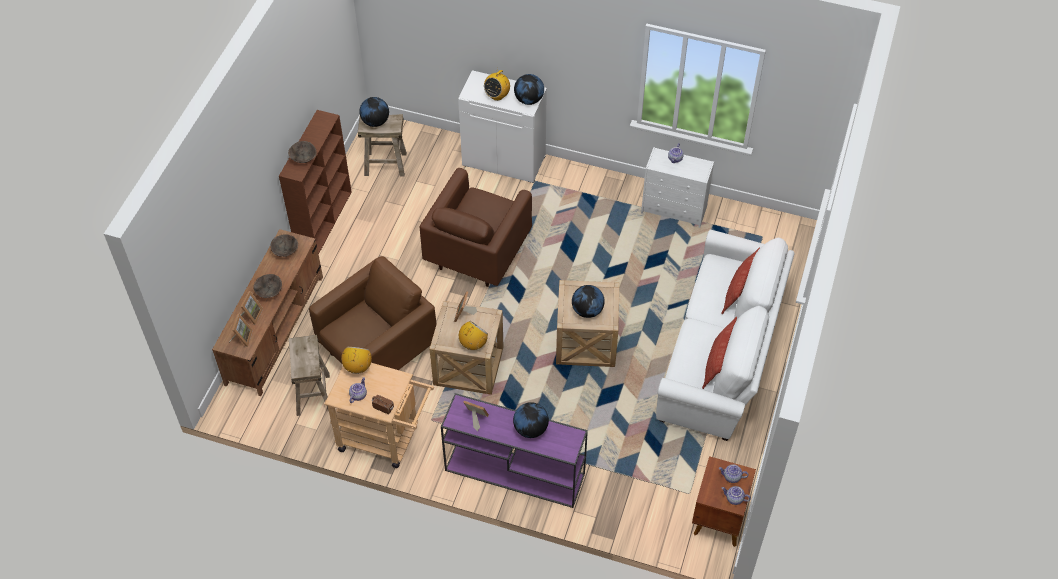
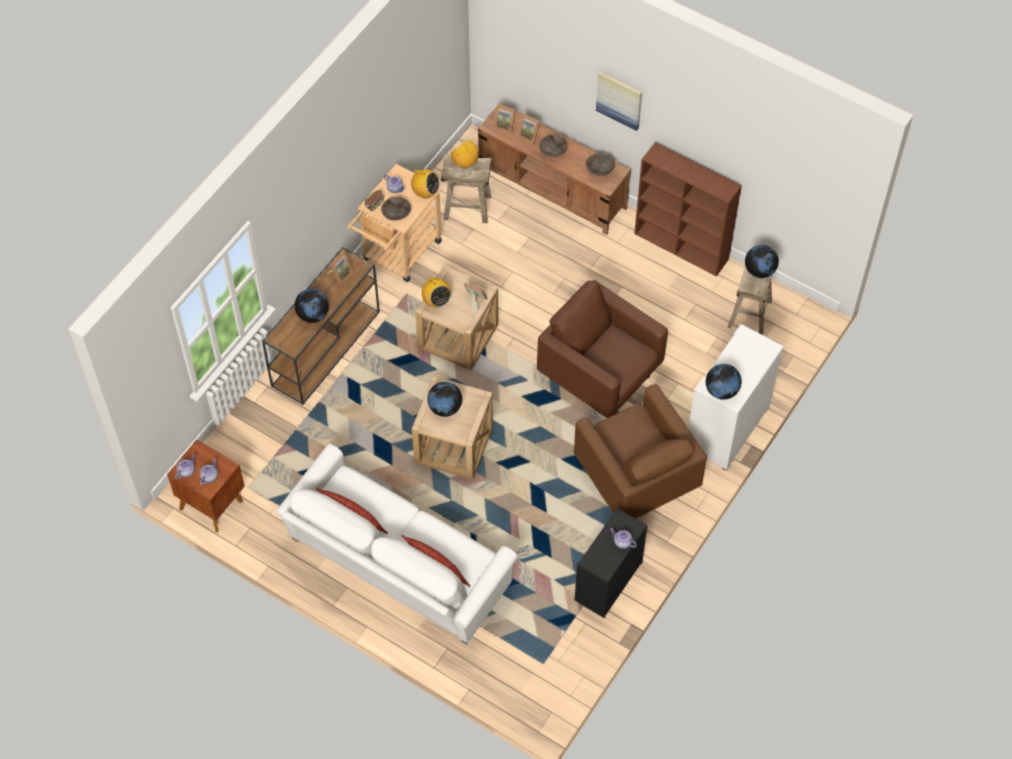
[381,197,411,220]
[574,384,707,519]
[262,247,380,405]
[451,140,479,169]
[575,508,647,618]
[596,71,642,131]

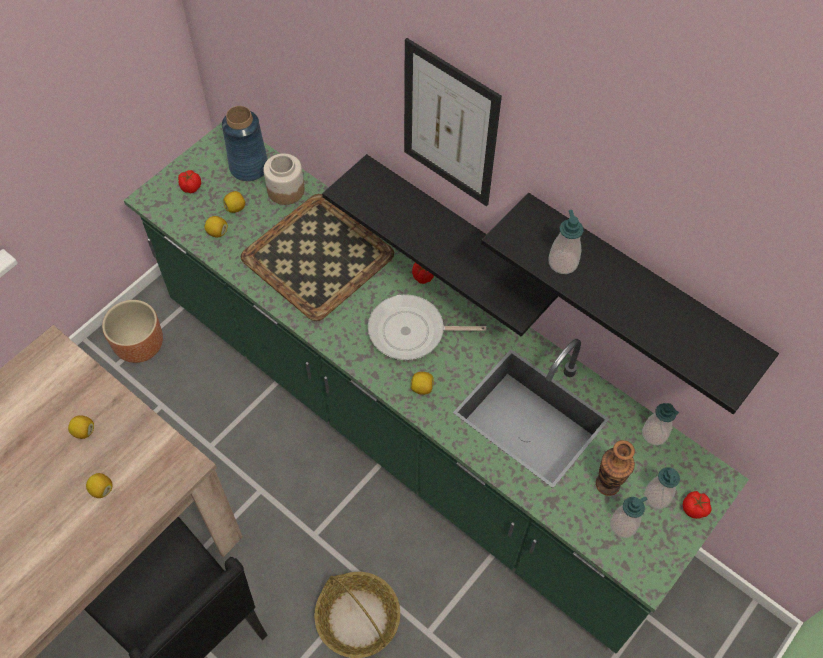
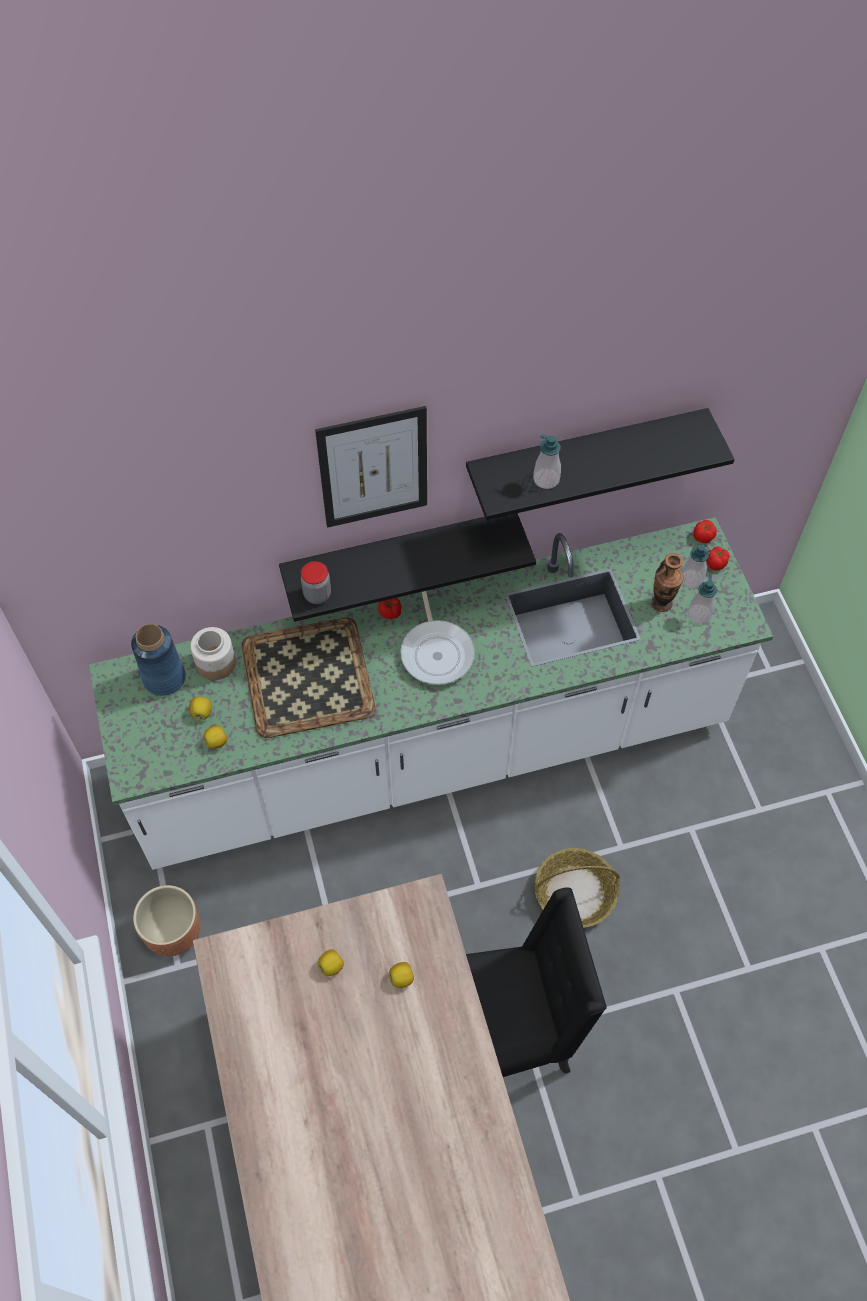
[89,517,774,870]
[693,520,717,543]
[400,591,475,685]
[411,372,434,395] (first image)
[642,403,679,446] (first image)
[301,561,331,604]

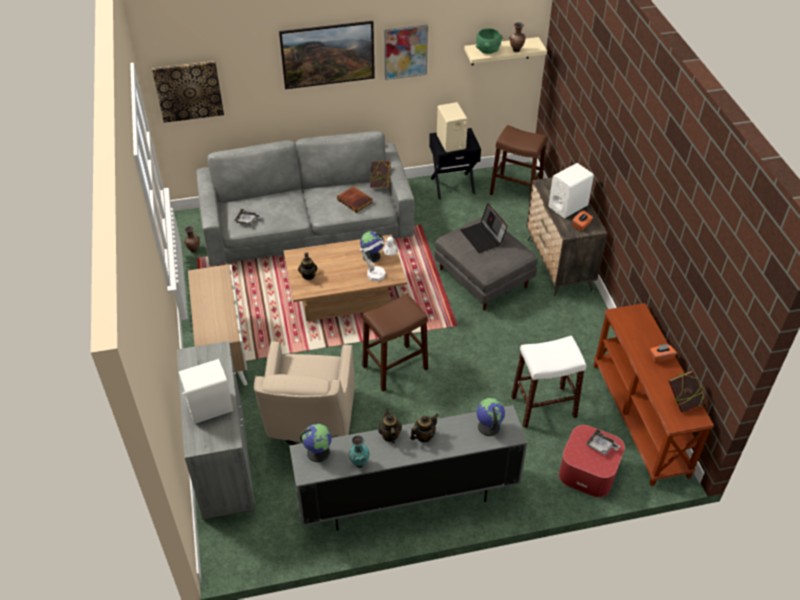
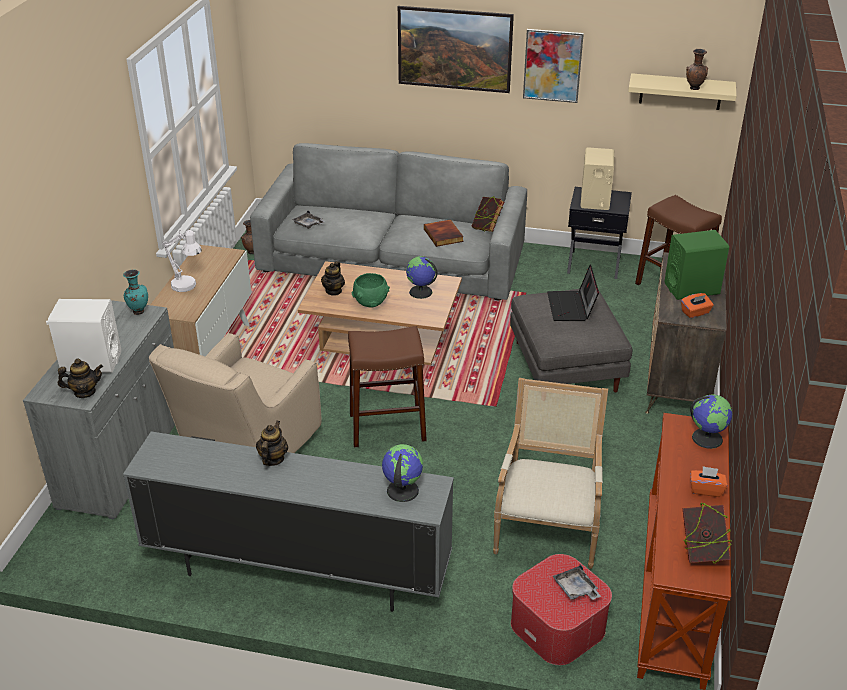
[152,61,224,123] (first image)
[690,394,732,449]
[123,270,148,315]
[162,230,202,292]
[58,358,103,398]
[352,273,390,308]
[493,378,608,569]
[665,230,729,300]

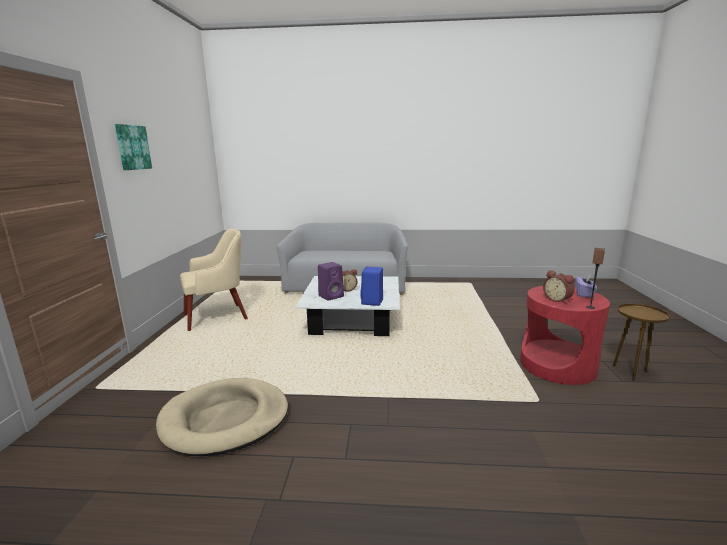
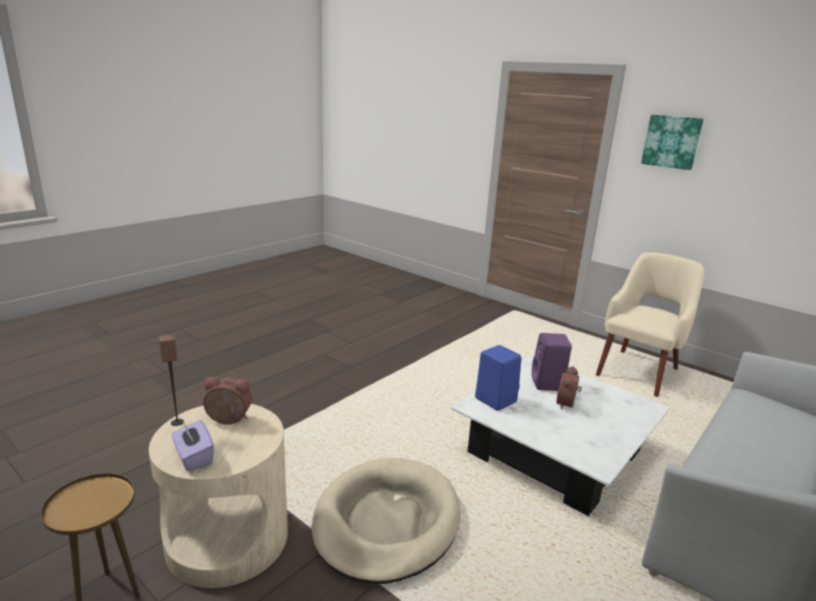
[311,458,461,584]
[596,252,704,397]
[149,404,288,588]

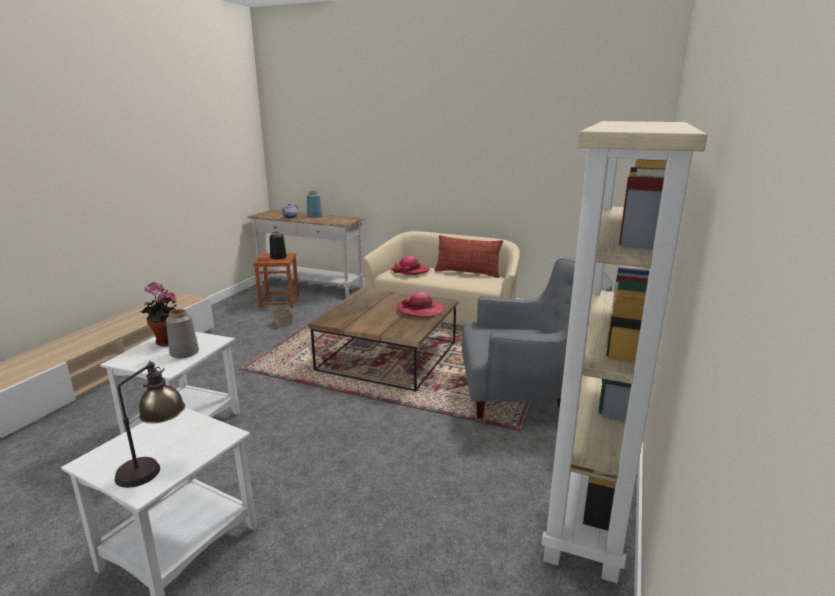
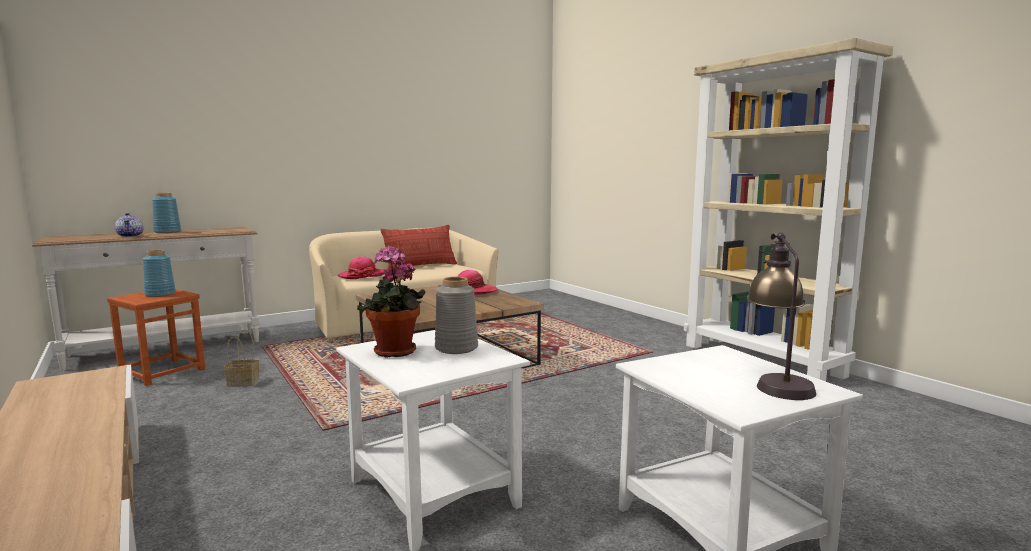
[143,250,176,297]
[462,258,613,418] (first image)

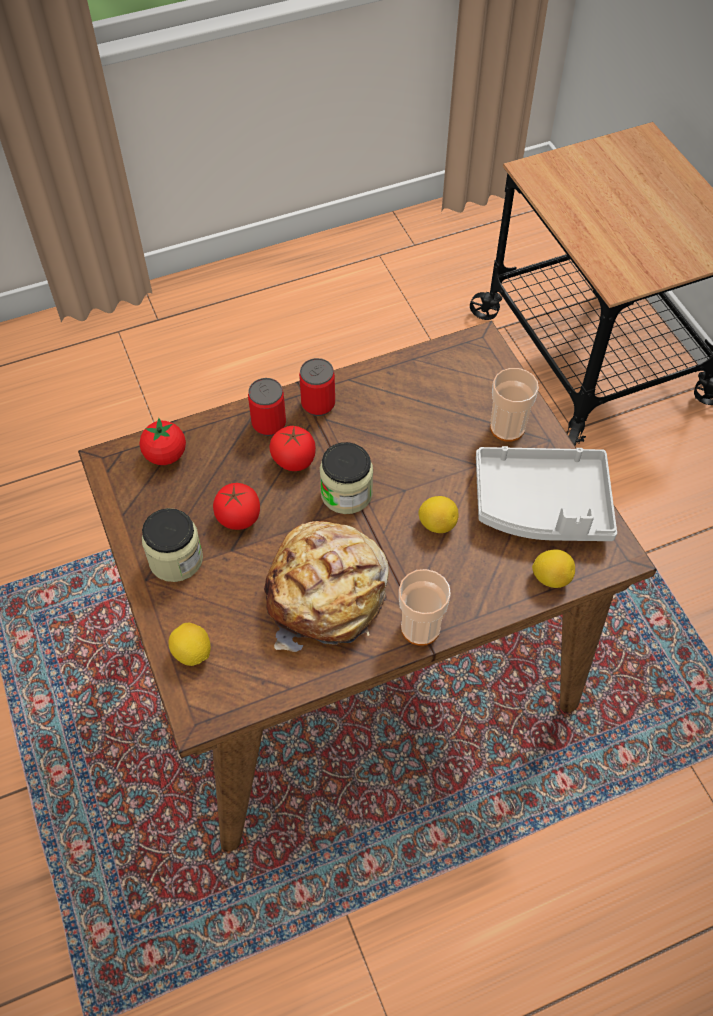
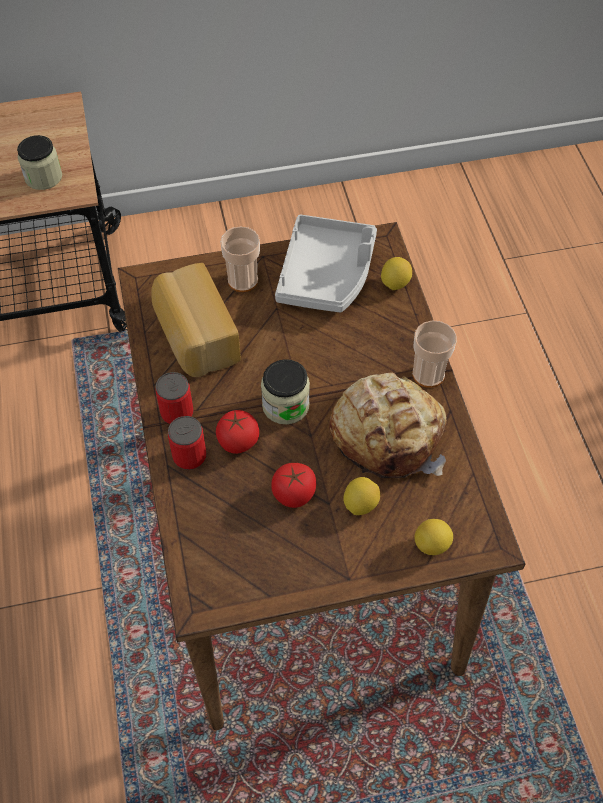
[139,418,186,465] (first image)
[17,135,62,190]
[343,477,380,515]
[151,263,241,377]

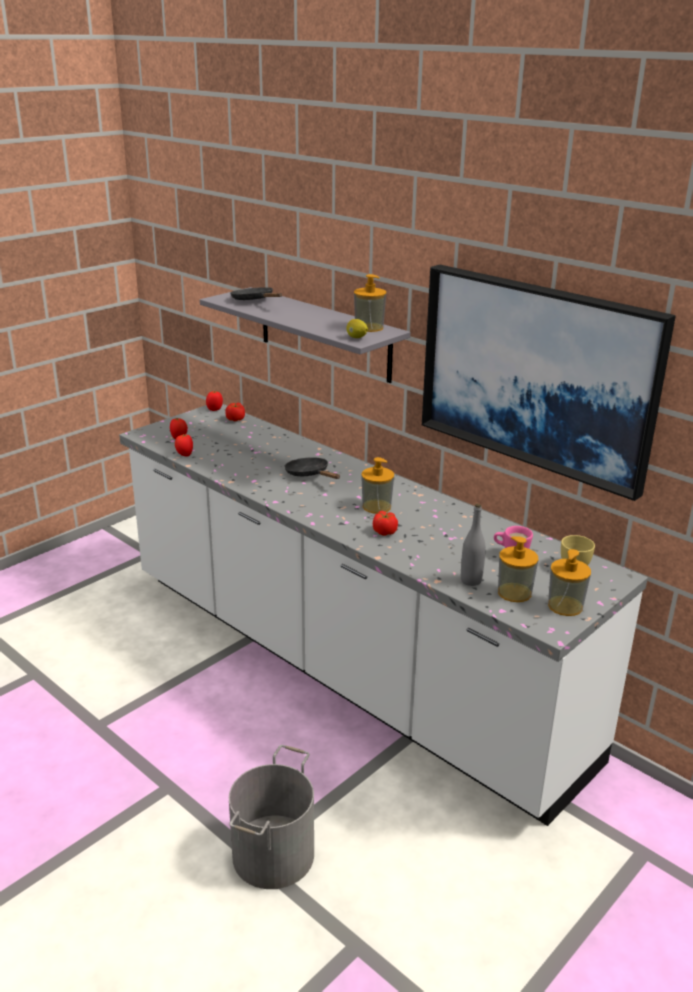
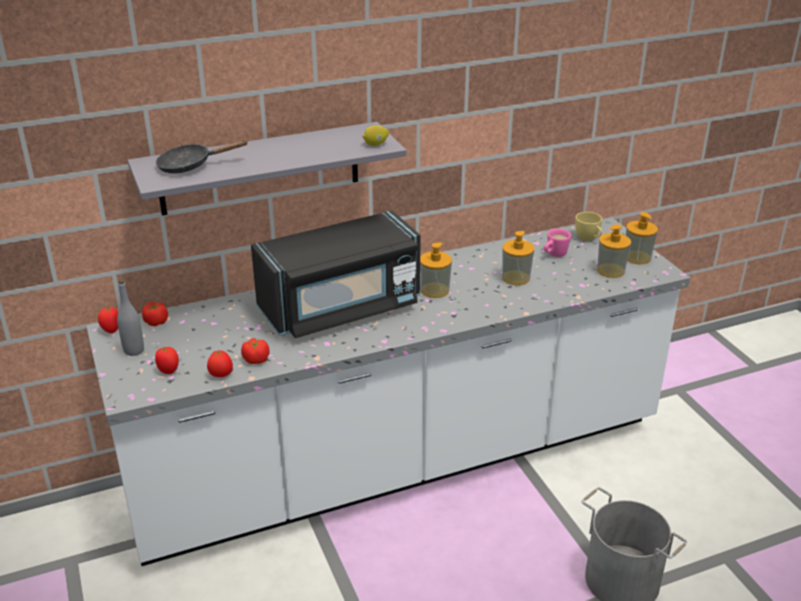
[251,210,421,338]
[502,231,534,285]
[241,338,269,364]
[422,265,676,501] (first image)
[117,280,144,356]

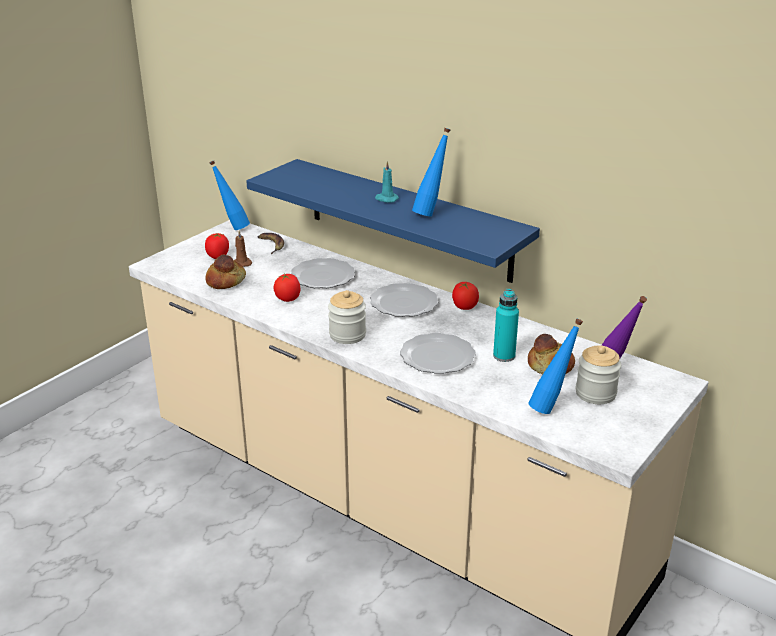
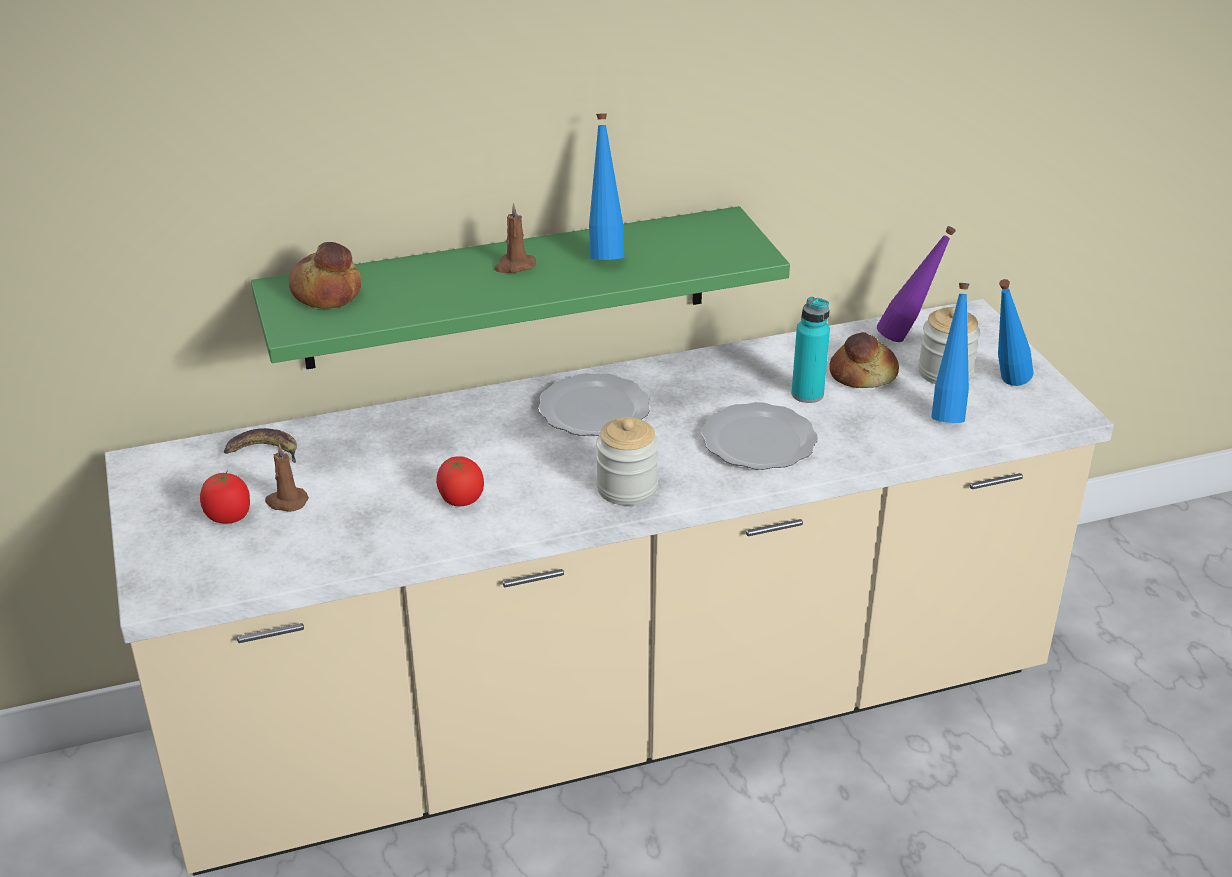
[289,242,362,309]
[998,279,1033,386]
[251,206,790,369]
[291,258,355,288] (first image)
[494,203,536,273]
[452,282,479,310] (first image)

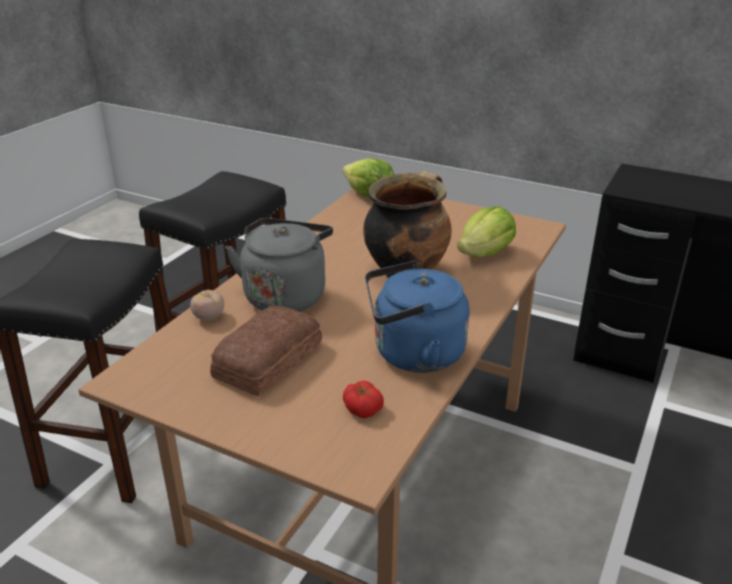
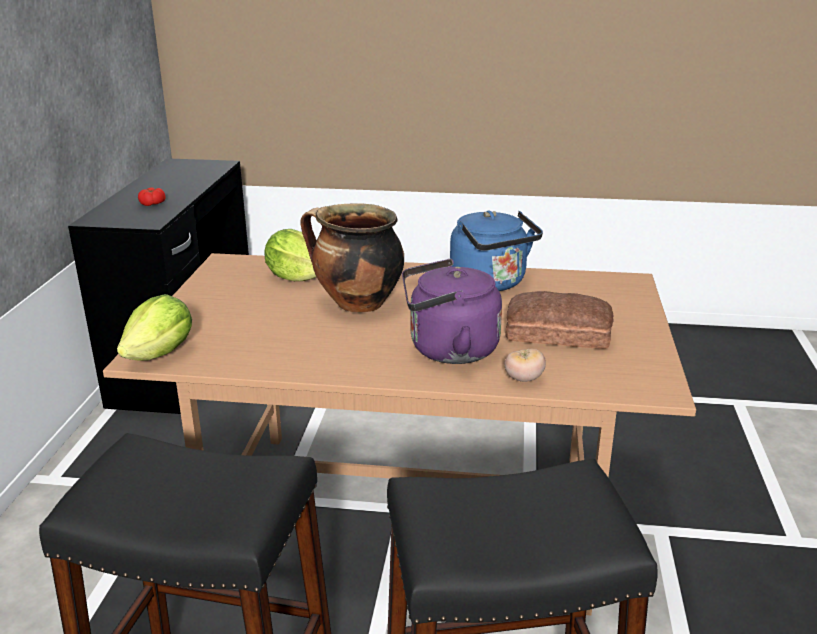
[402,259,502,364]
[138,188,165,206]

